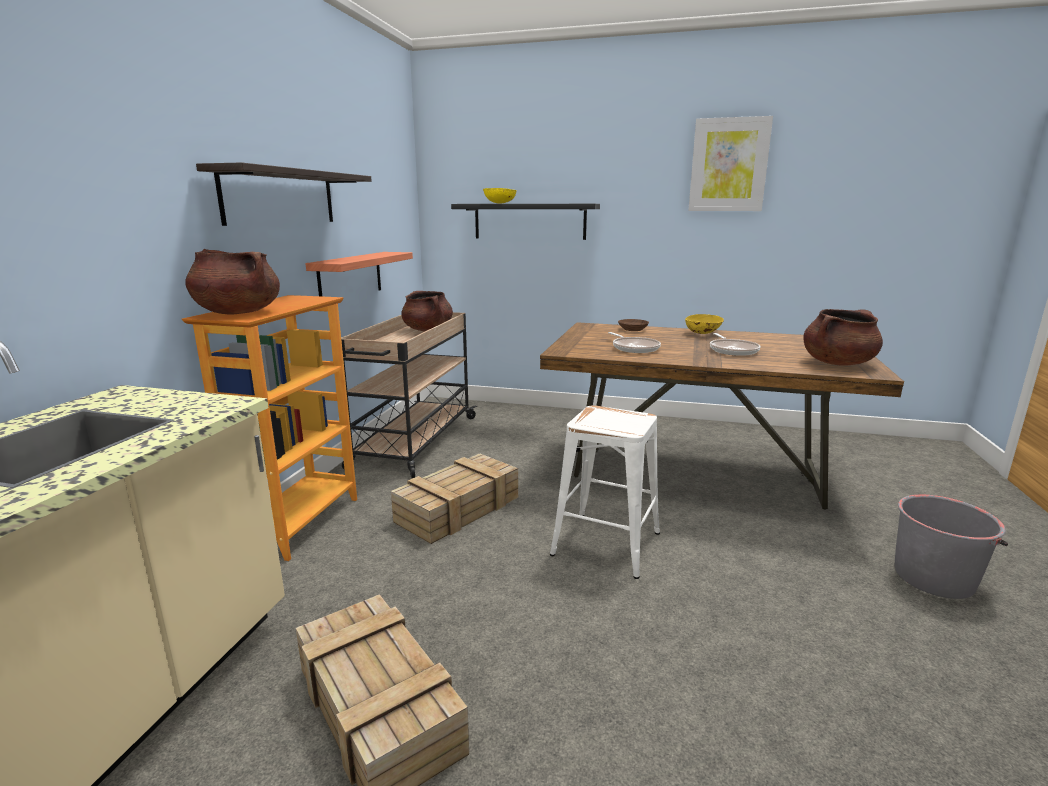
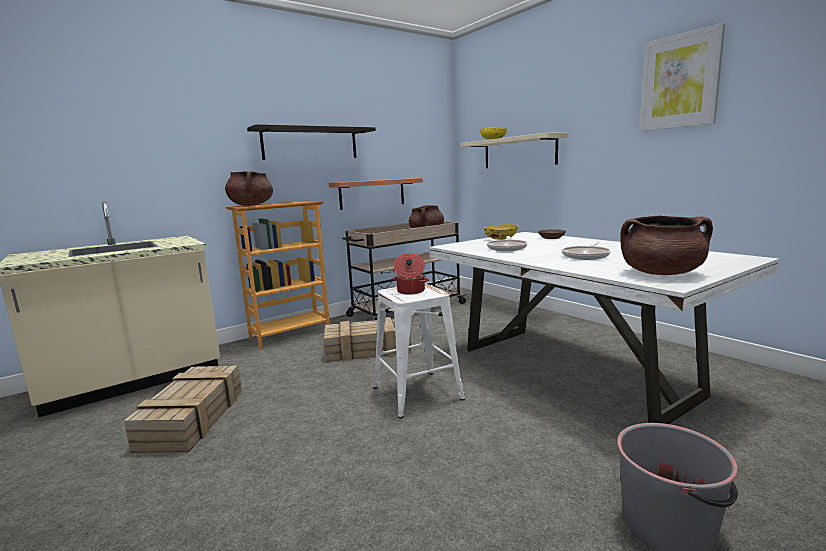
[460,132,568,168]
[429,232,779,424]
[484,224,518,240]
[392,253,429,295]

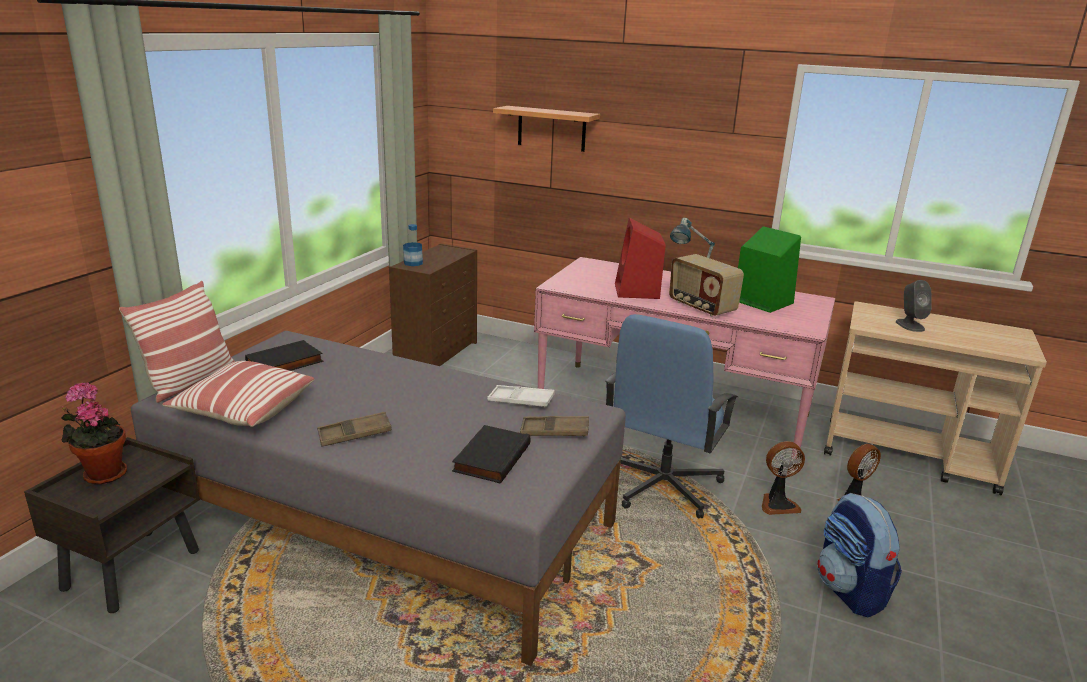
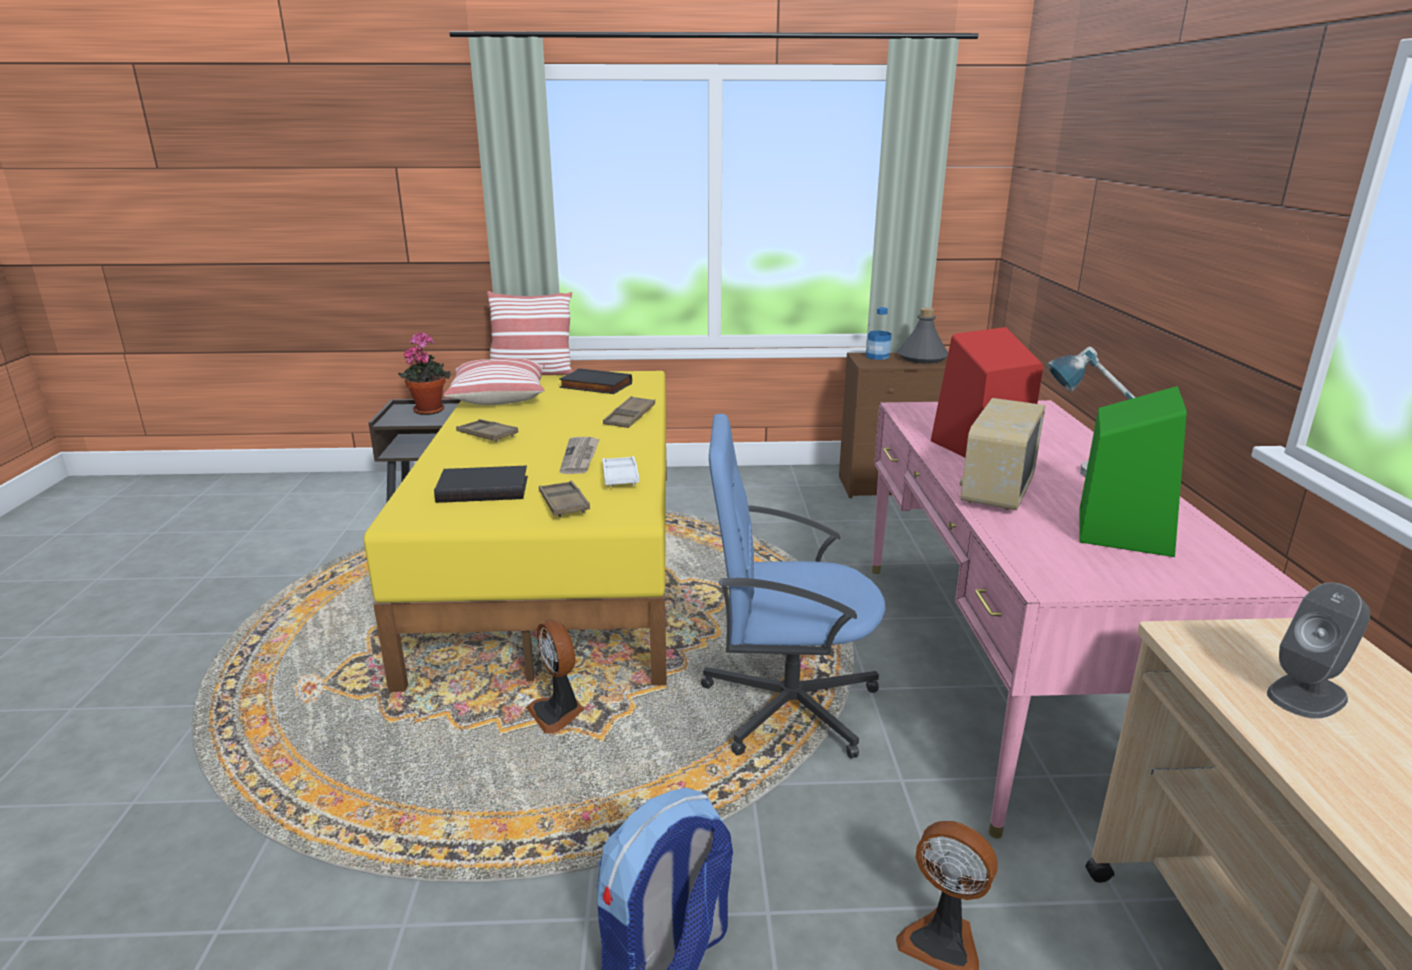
[364,371,667,692]
[493,106,600,152] (first image)
[526,619,584,733]
[560,437,600,474]
[603,396,655,428]
[897,308,948,364]

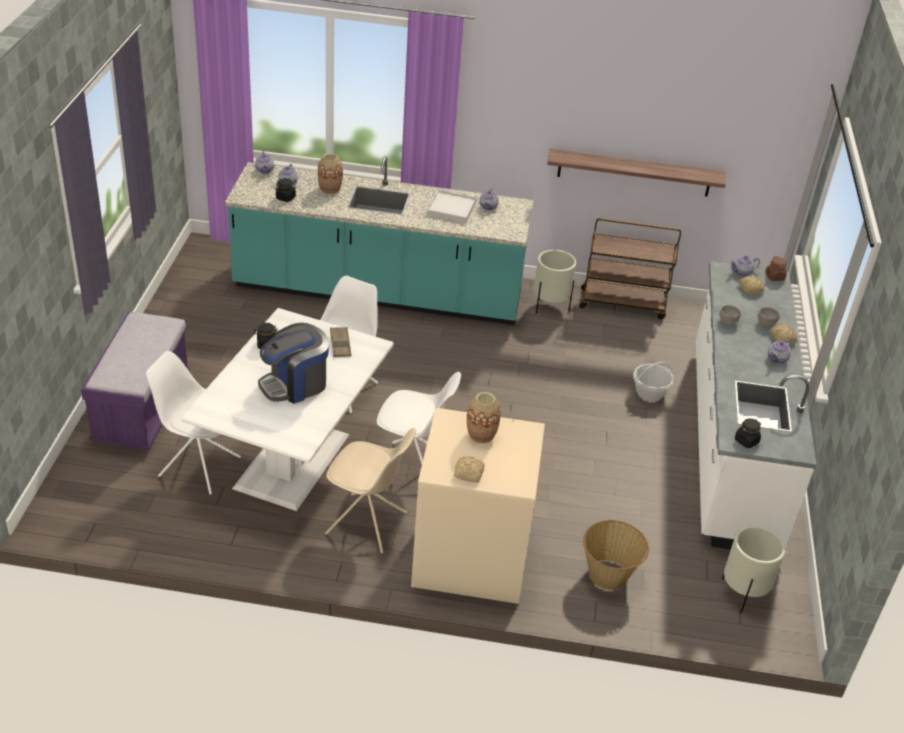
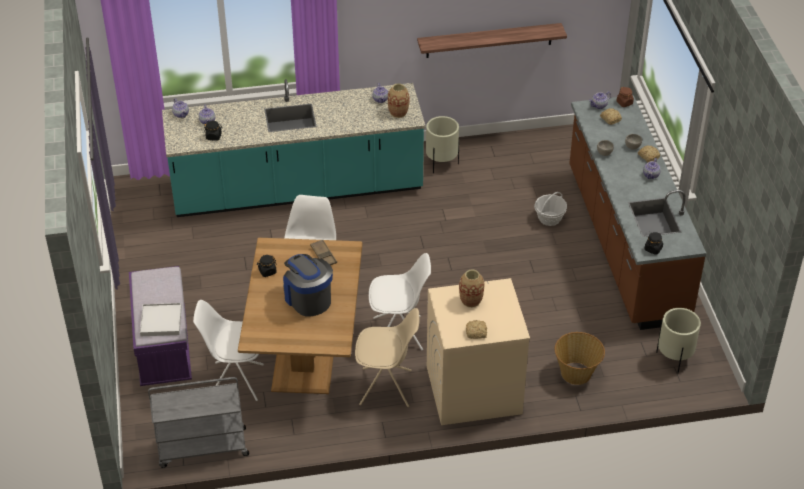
[238,238,362,394]
[283,254,333,316]
[388,83,410,118]
[140,303,182,336]
[579,218,681,319] (first image)
[569,95,706,330]
[148,377,249,468]

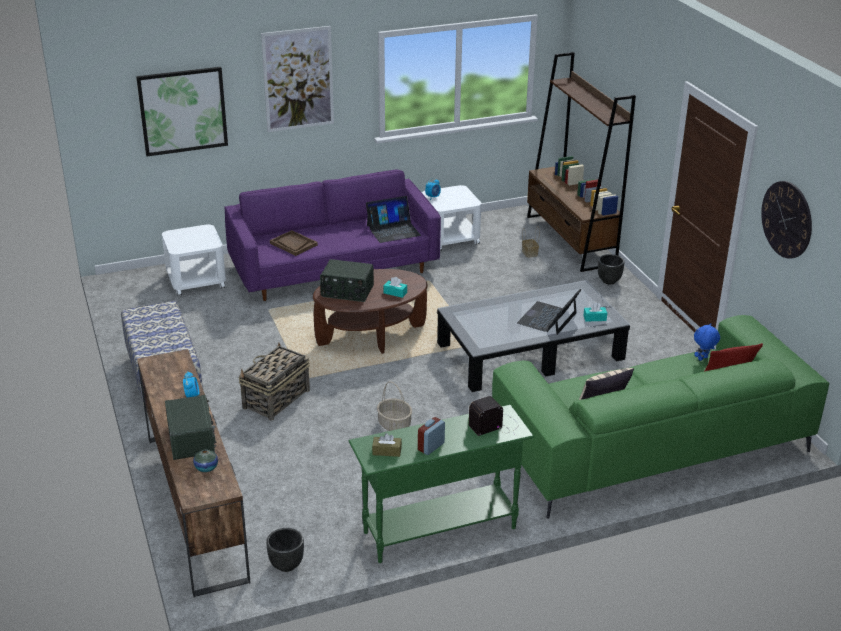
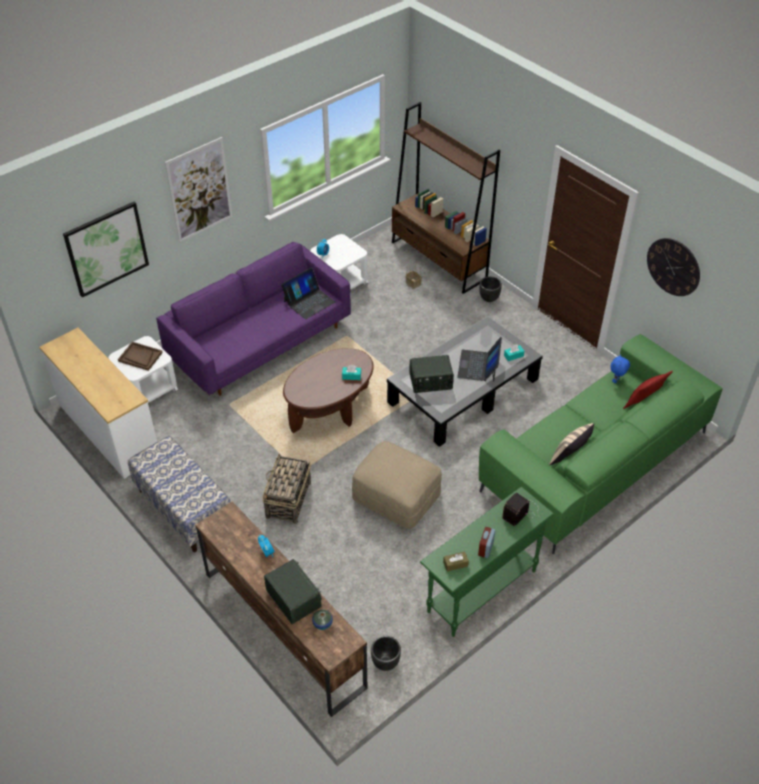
[118,342,163,371]
[409,355,454,393]
[352,441,442,529]
[39,328,157,479]

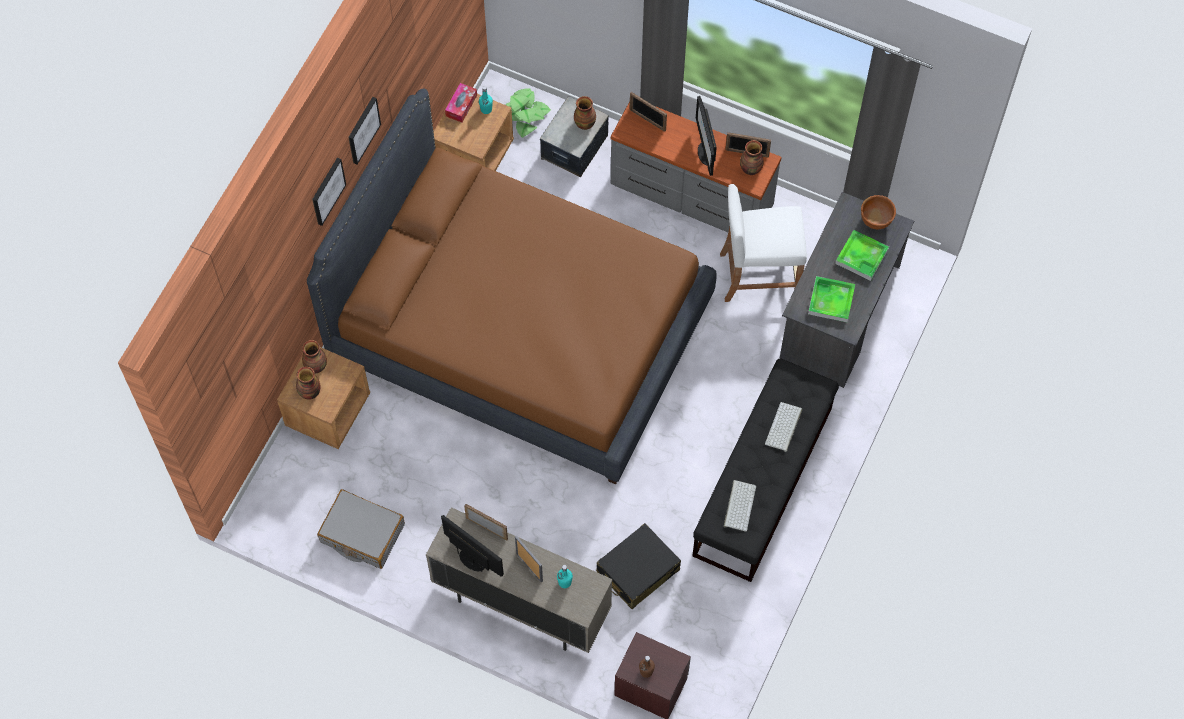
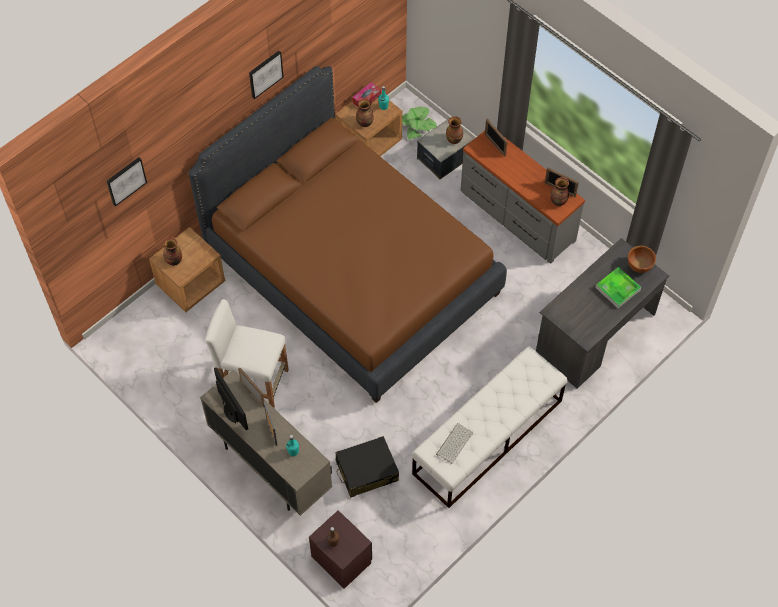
[356,99,374,127]
[106,157,147,207]
[317,489,405,569] (first image)
[412,346,567,508]
[696,96,717,176] (first image)
[205,299,289,408]
[765,402,802,452] (first image)
[808,276,855,322] (first image)

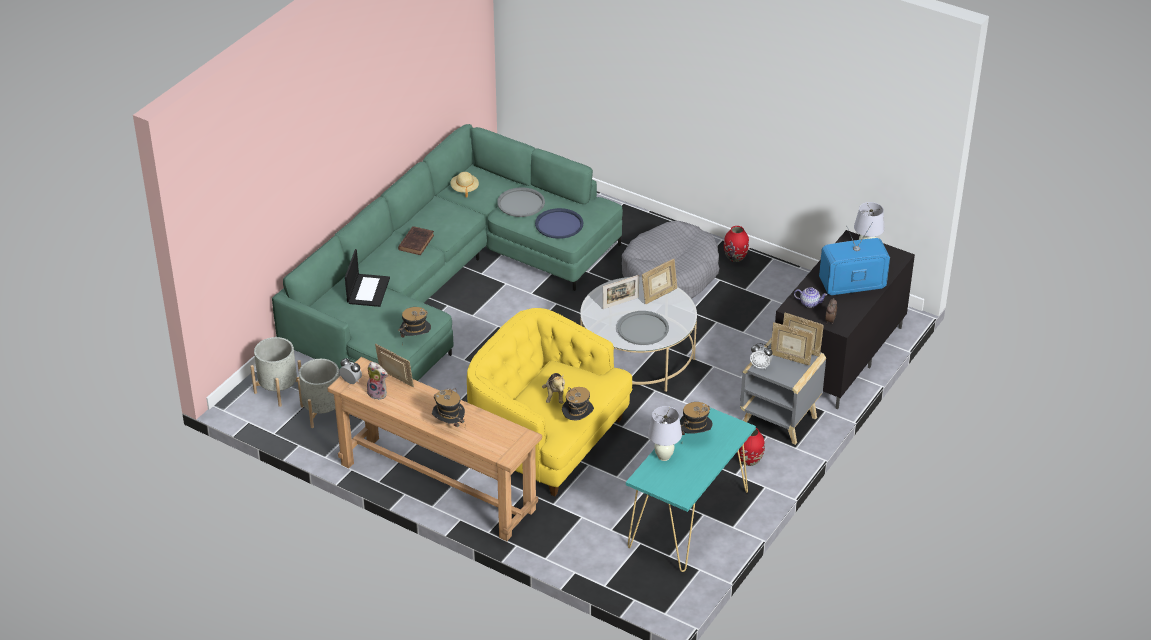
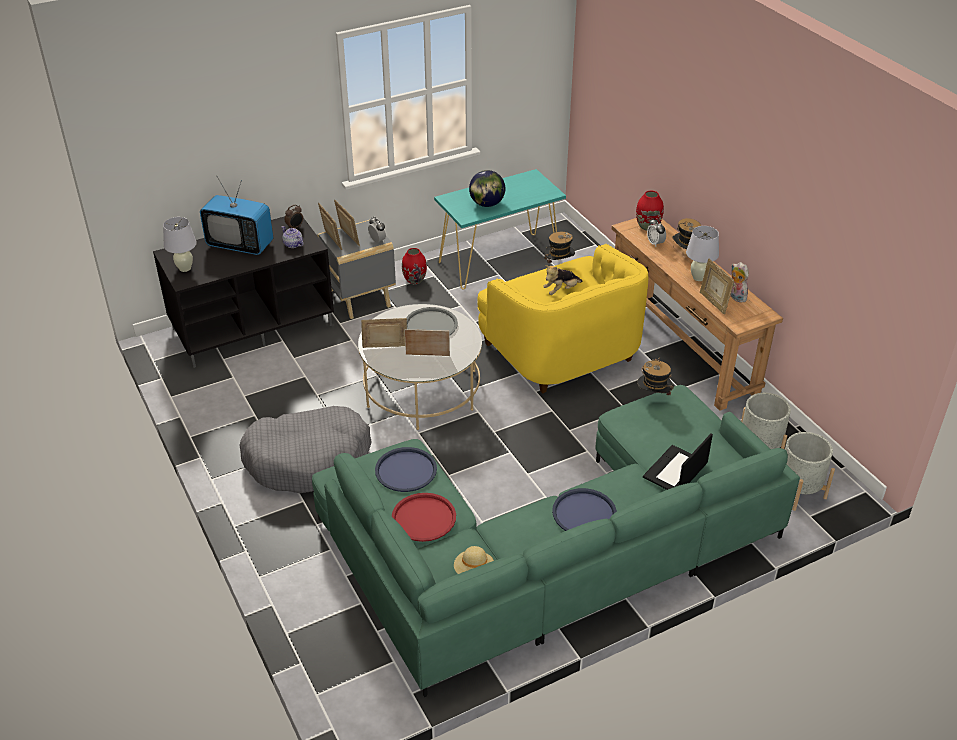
[647,218,666,247]
[552,488,617,531]
[392,493,456,542]
[543,265,583,295]
[686,226,719,281]
[469,170,505,207]
[636,191,664,231]

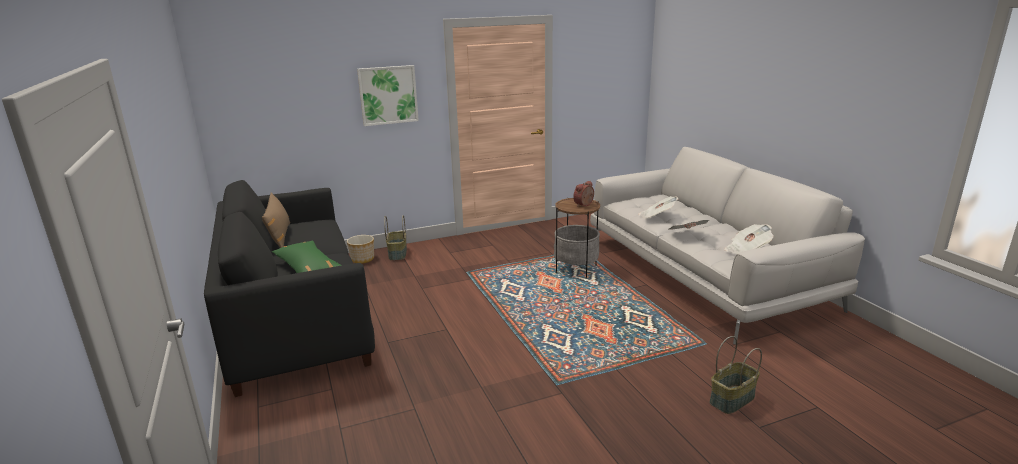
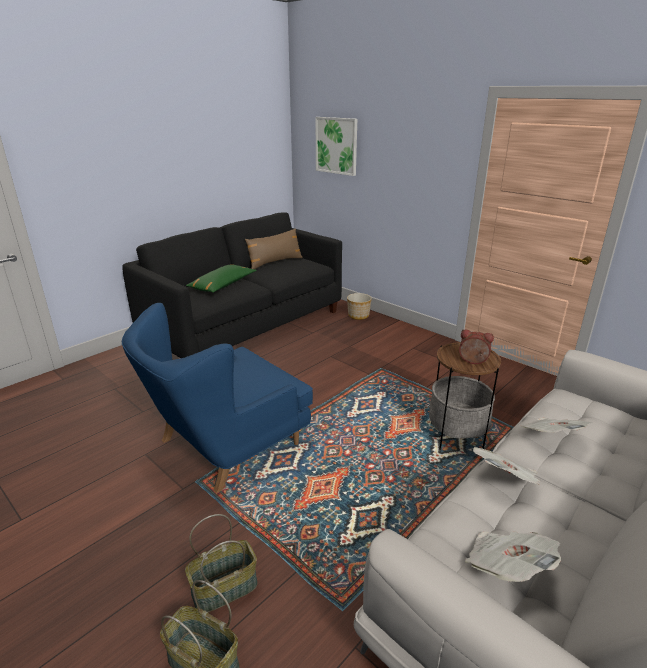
[316,117,357,176]
[185,514,258,613]
[122,303,313,493]

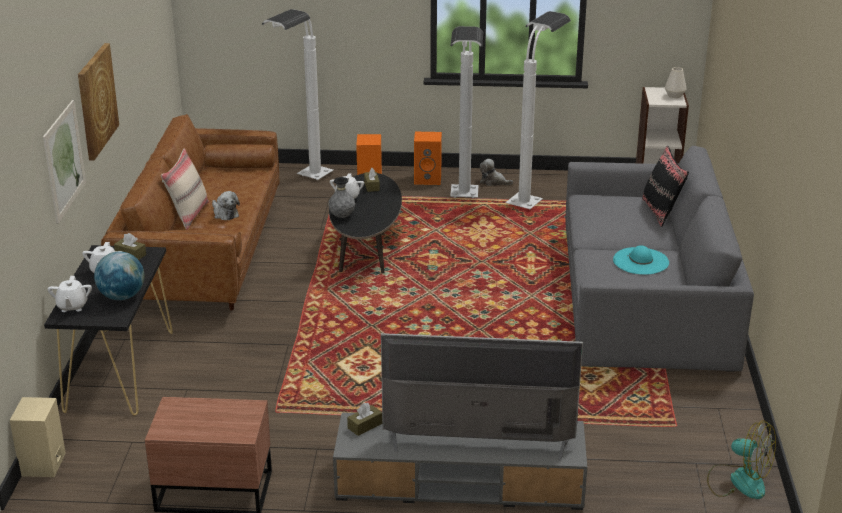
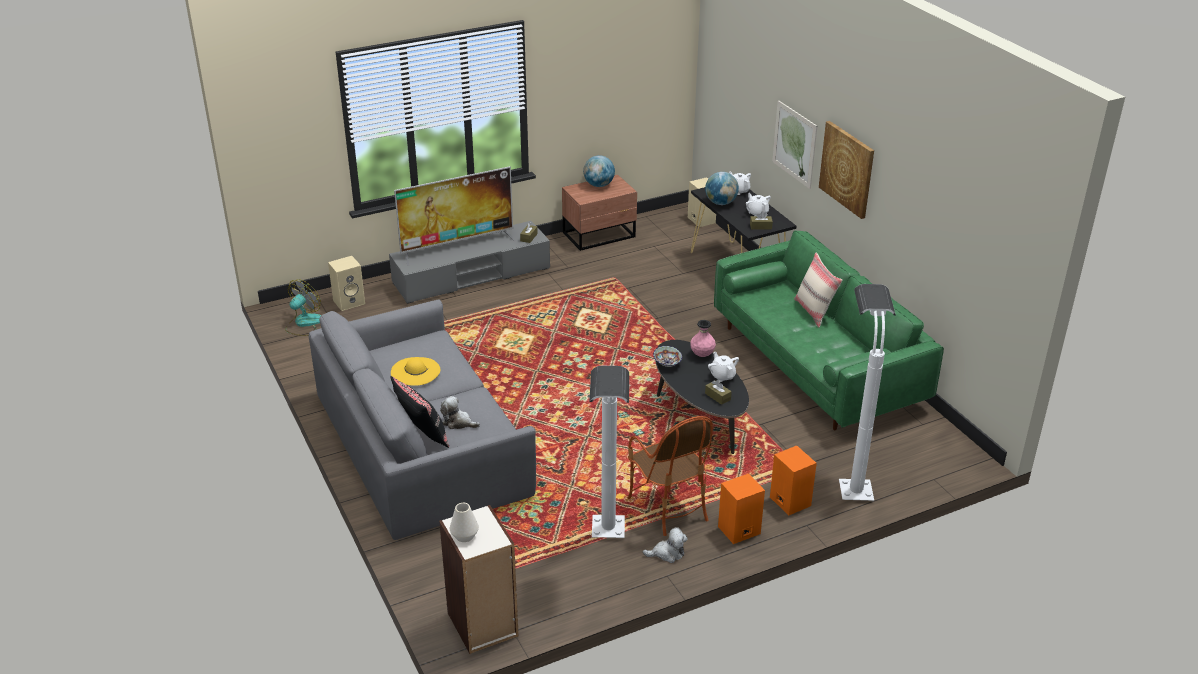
[714,231,944,430]
[440,396,480,429]
[690,320,716,357]
[628,416,713,536]
[391,357,440,386]
[285,279,321,336]
[328,256,365,311]
[583,155,615,187]
[653,346,682,367]

